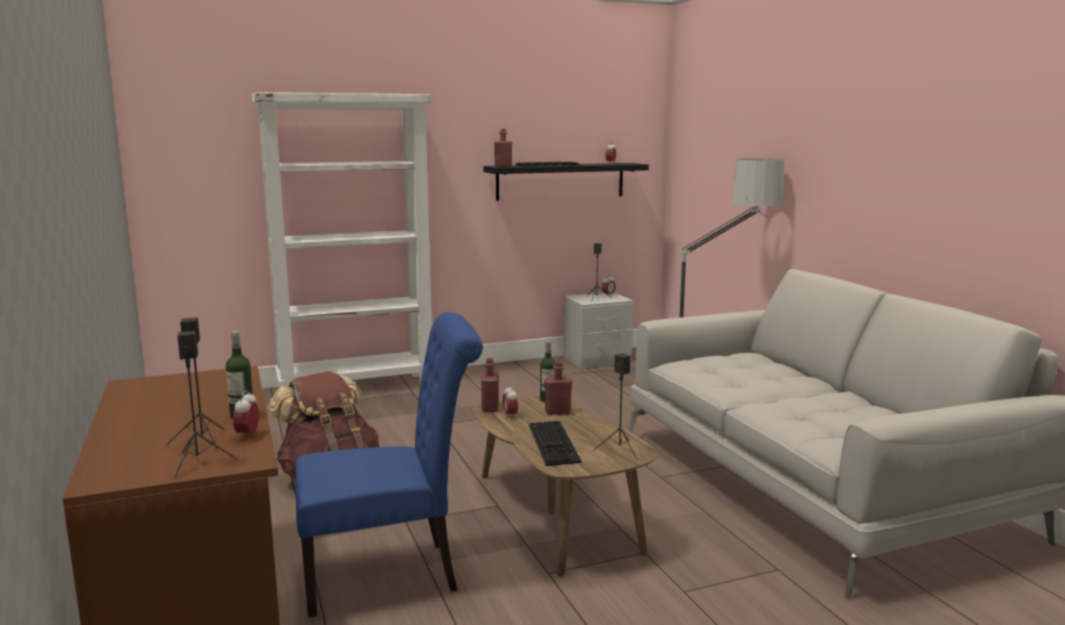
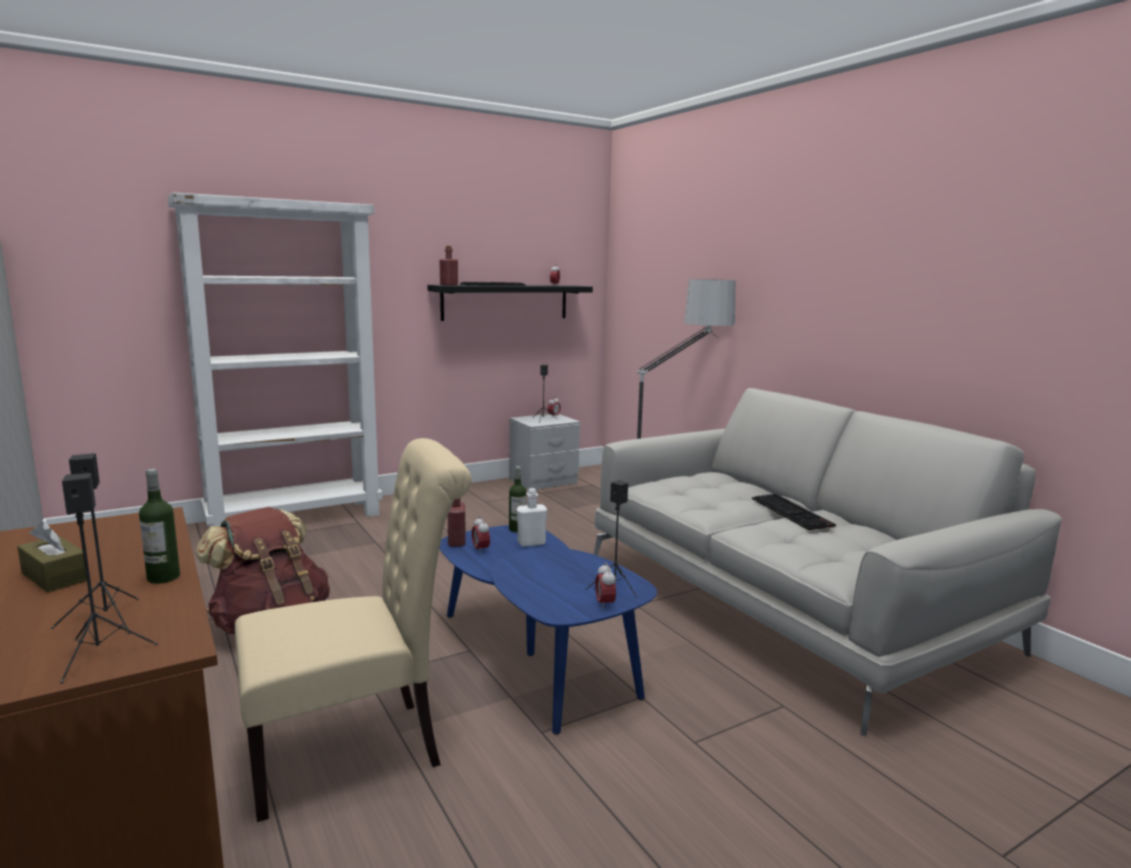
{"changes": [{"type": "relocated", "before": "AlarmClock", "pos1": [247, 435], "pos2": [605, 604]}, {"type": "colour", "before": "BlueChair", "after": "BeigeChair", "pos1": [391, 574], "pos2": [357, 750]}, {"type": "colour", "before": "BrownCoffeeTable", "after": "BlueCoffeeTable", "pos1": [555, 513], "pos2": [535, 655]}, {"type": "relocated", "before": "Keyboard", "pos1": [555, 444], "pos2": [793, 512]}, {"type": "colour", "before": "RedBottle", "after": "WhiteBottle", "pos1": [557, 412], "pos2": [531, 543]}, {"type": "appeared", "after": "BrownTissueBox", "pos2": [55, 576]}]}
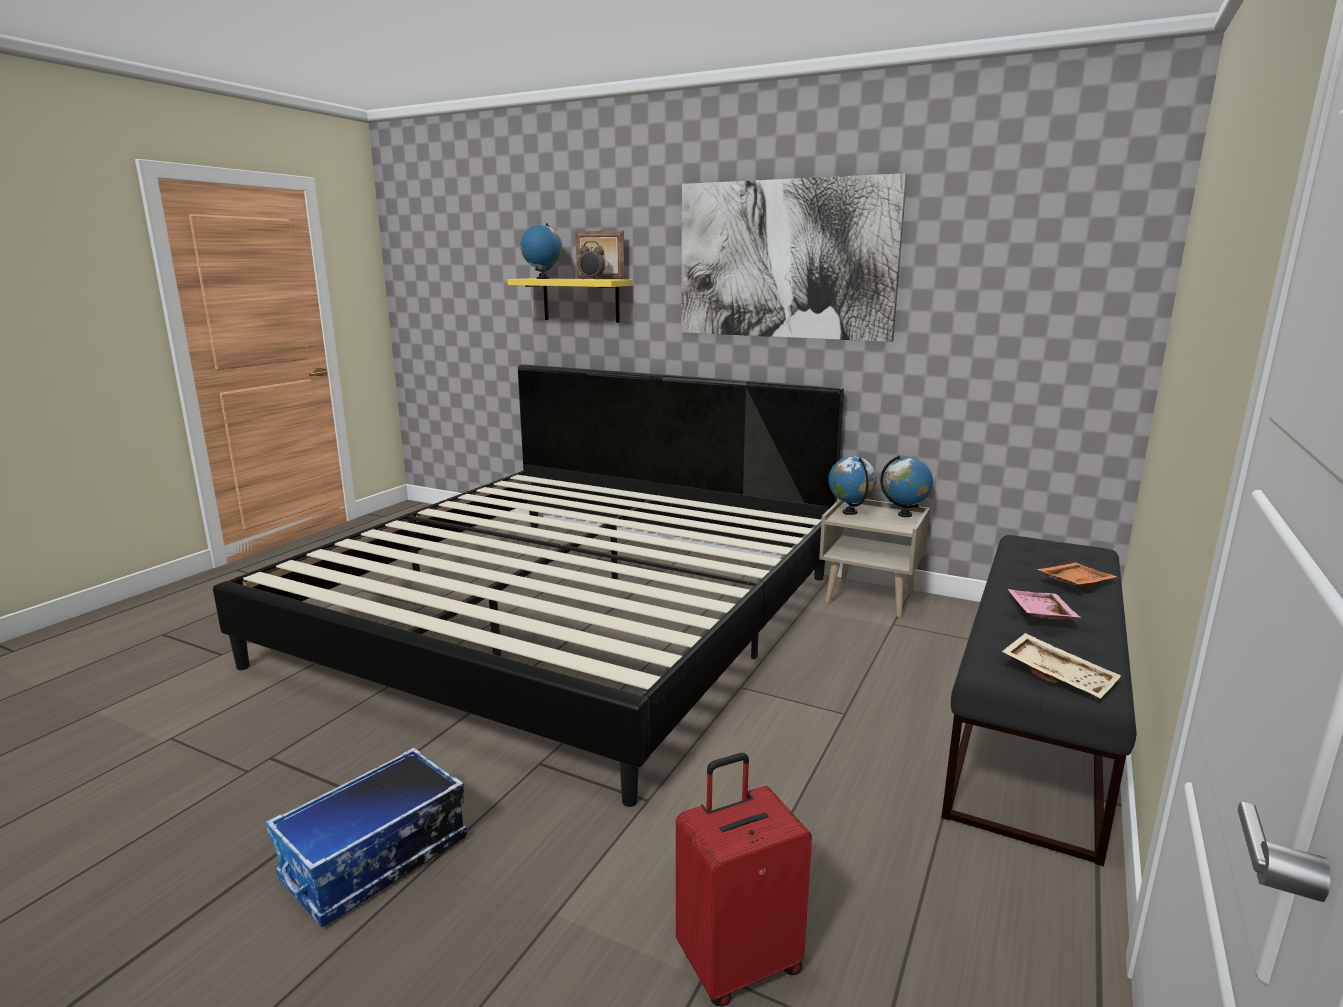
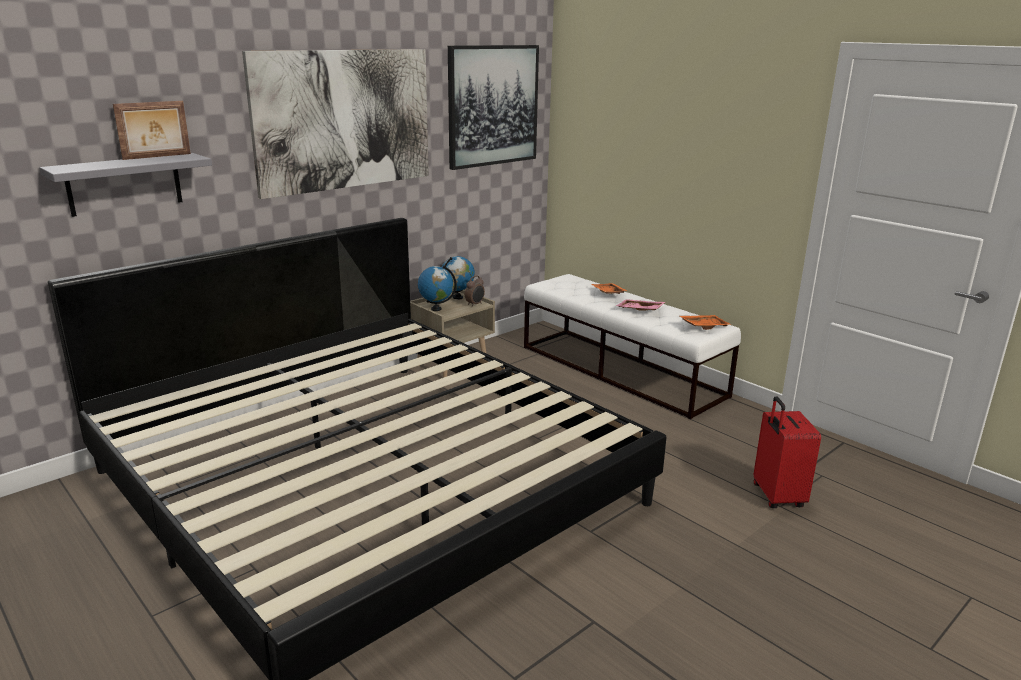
{"changes": [{"type": "missing", "before": "StorageBox", "pos1": [376, 861]}, {"type": "colour", "before": "YellowShelf", "after": "GreyShelf", "pos1": [581, 300], "pos2": [124, 184]}, {"type": "missing", "before": "Globe", "pos1": [542, 278]}, {"type": "relocated", "before": "AlarmClock", "pos1": [592, 279], "pos2": [475, 304]}, {"type": "colour", "before": "BlackBench", "after": "WhiteBench", "pos1": [1033, 720], "pos2": [621, 371]}, {"type": "colour", "before": "BeigeTray", "after": "OrangeTray", "pos1": [1059, 676], "pos2": [703, 326]}, {"type": "appeared", "after": "Picture", "pos2": [493, 106]}]}
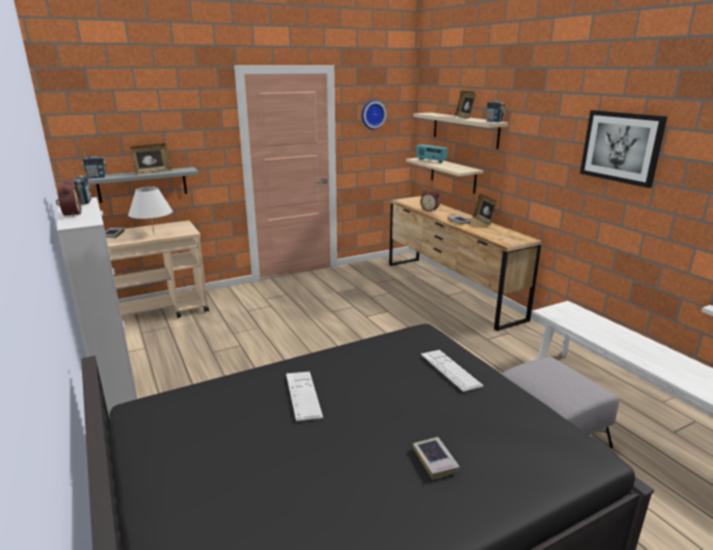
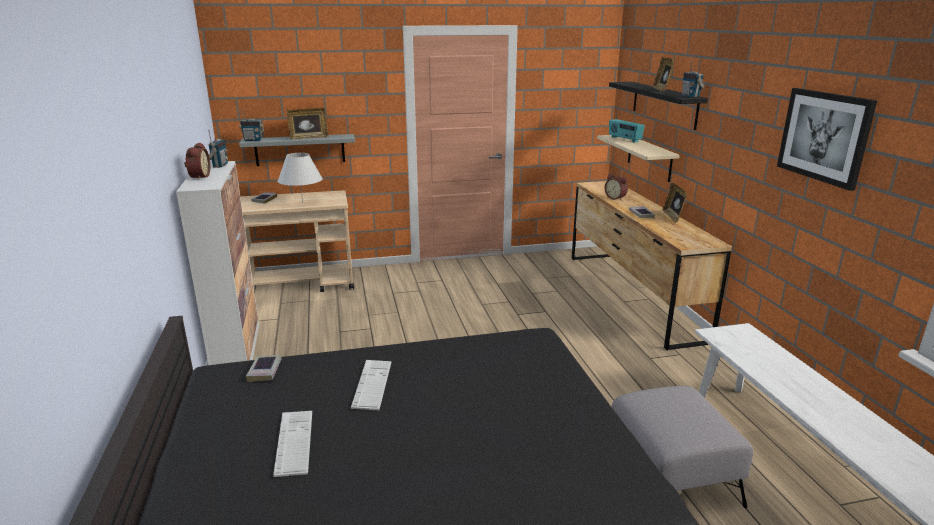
{"changes": [{"type": "missing", "before": "WallClock", "pos1": [372, 114]}, {"type": "relocated", "before": "Book", "pos1": [435, 460], "pos2": [264, 371]}, {"type": "colour", "before": "BeigeShelf", "after": "BlackShelf", "pos1": [464, 129], "pos2": [664, 104]}, {"type": "relocated", "before": "Keyboard", "pos1": [450, 370], "pos2": [294, 442]}]}
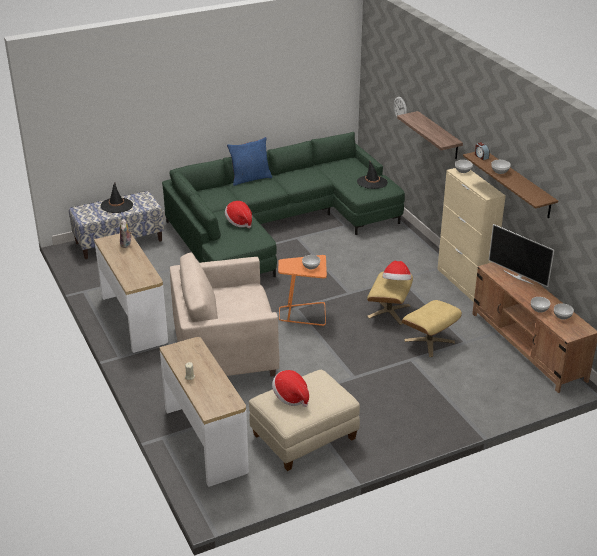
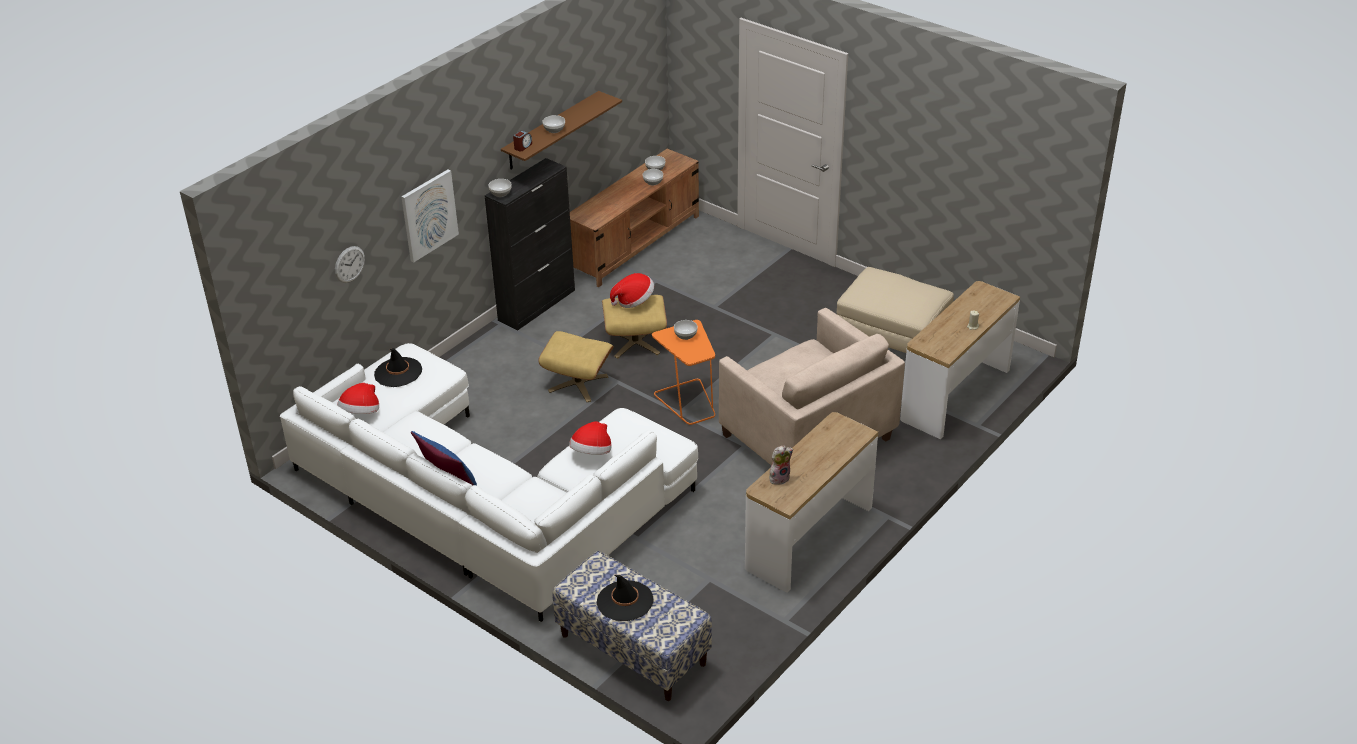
{"changes": [{"type": "colour", "before": "GreenSofa", "after": "WhiteSofa", "pos1": [277, 225], "pos2": [483, 497]}, {"type": "relocated", "before": "Hat", "pos1": [291, 397], "pos2": [361, 413]}, {"type": "exchanged", "before": "Shelf", "after": "Picture", "pos1": [439, 136], "pos2": [429, 215]}, {"type": "relocated", "before": "BeigeOttoman", "pos1": [429, 341], "pos2": [578, 383]}, {"type": "colour", "before": "BeigeCabinet", "after": "BlackCabinet", "pos1": [464, 283], "pos2": [537, 305]}, {"type": "missing", "before": "Television", "pos1": [518, 277]}]}
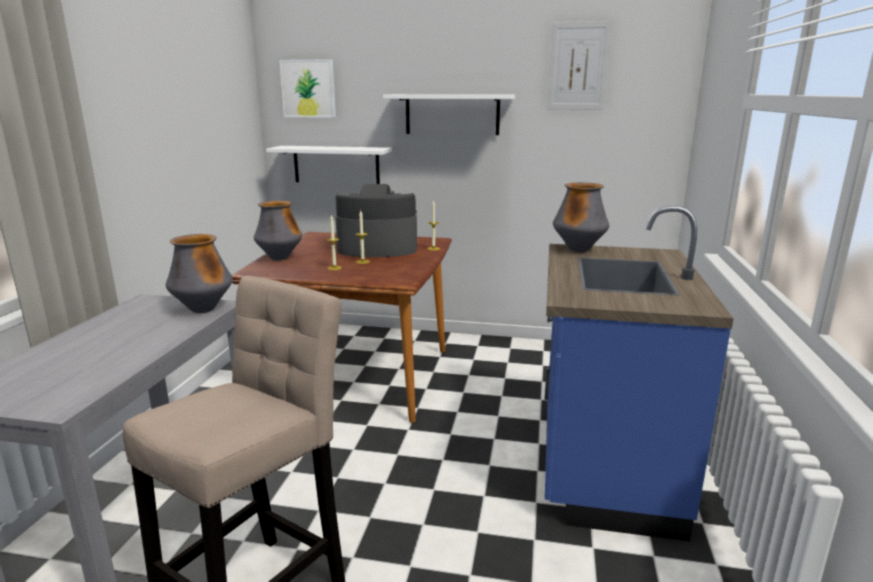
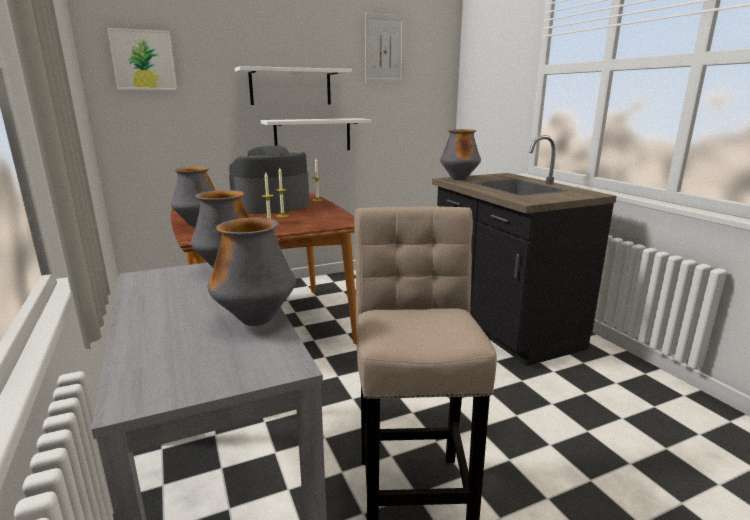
{"changes": [{"type": "relocated", "before": "WhiteShelf", "pos1": [336, 165], "pos2": [312, 135]}, {"type": "colour", "before": "BlueCounter", "after": "BlackCounter", "pos1": [602, 465], "pos2": [501, 327]}, {"type": "appeared", "after": "Vase", "pos2": [256, 320]}]}
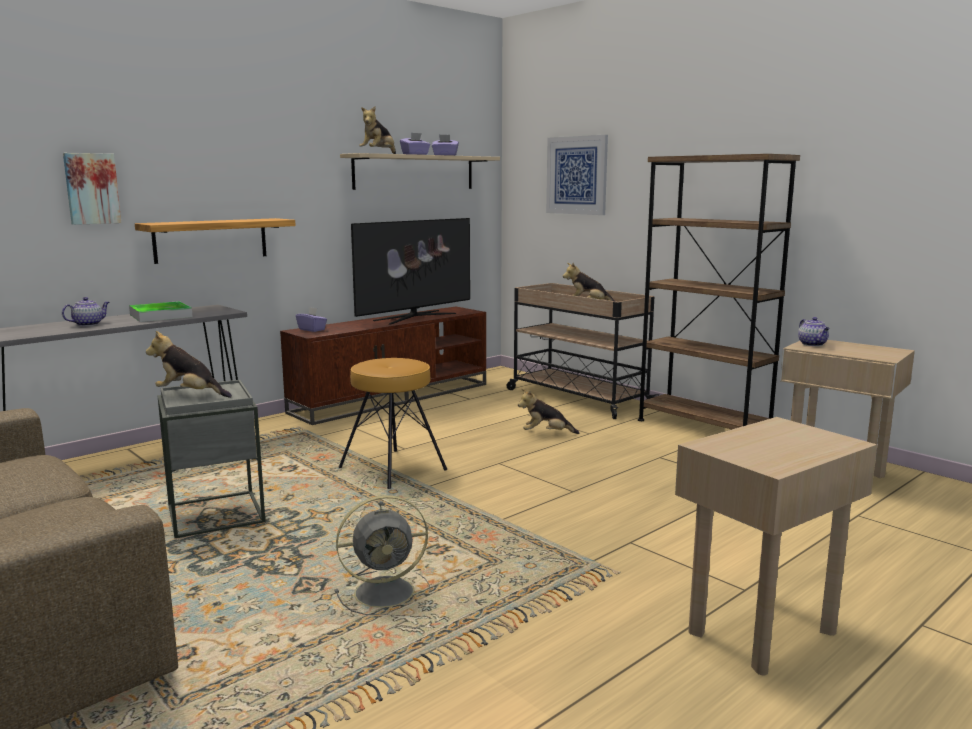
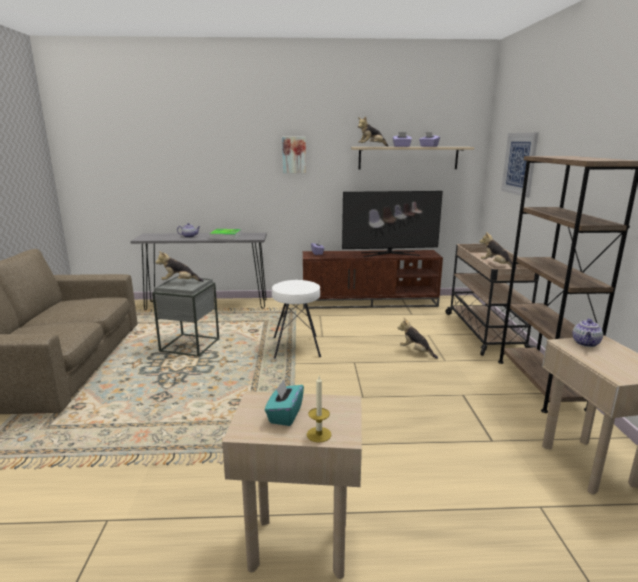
{"changes": [{"type": "relocated", "before": "Picture", "pos1": [91, 188], "pos2": [294, 155]}, {"type": "missing", "before": "Shelf", "pos1": [211, 240]}, {"type": "spun", "before": "PlushToy", "pos1": [190, 394], "pos2": [179, 282], "turn": -60}, {"type": "missing", "before": "GreyFan", "pos1": [387, 592]}, {"type": "colour", "before": "BrownStool", "after": "WhiteStool", "pos1": [393, 468], "pos2": [296, 346]}, {"type": "appeared", "after": "TurquoiseTissueBox", "pos2": [285, 415]}, {"type": "appeared", "after": "Candle", "pos2": [319, 434]}]}
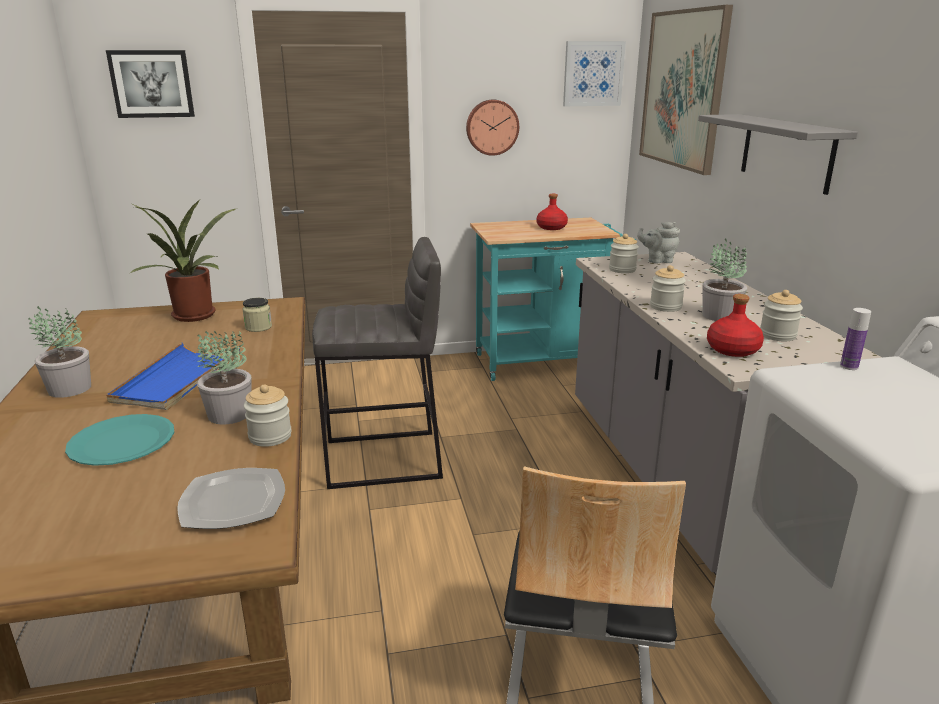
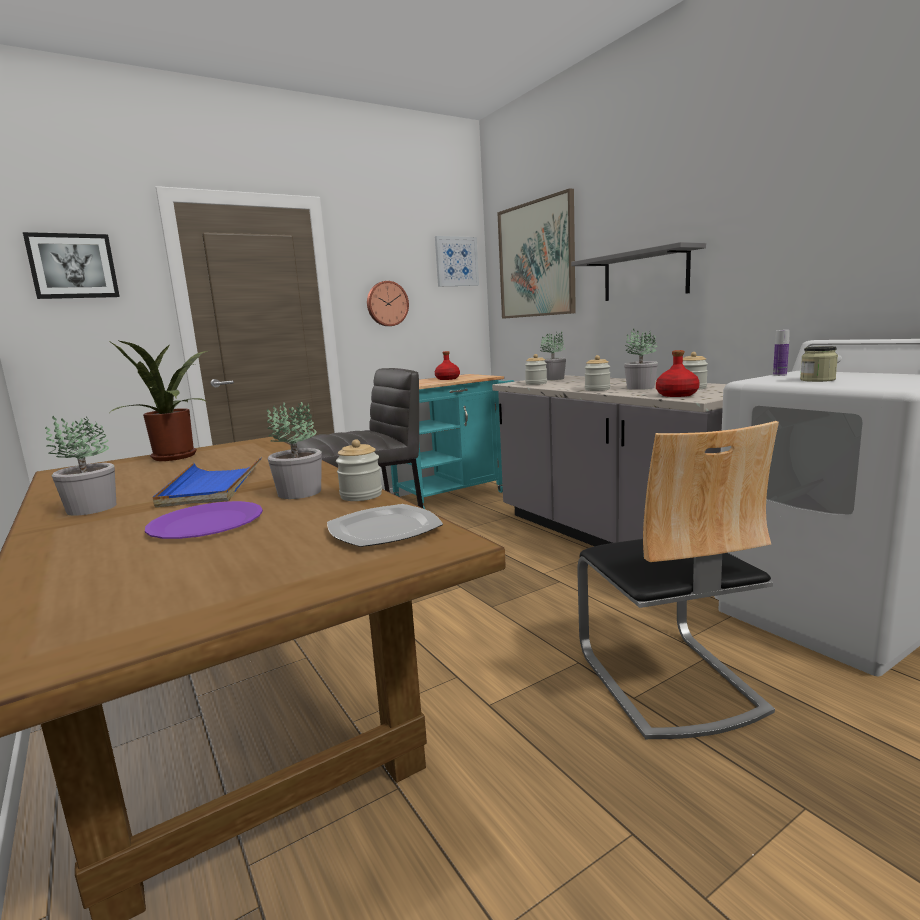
{"changes": [{"type": "colour", "before": "TurquoisePlate", "after": "PurplePlate", "pos1": [122, 442], "pos2": [206, 523]}, {"type": "relocated", "before": "Jar", "pos1": [258, 327], "pos2": [817, 380]}, {"type": "exchanged", "before": "GreyTeapot", "after": "PottedPlant", "pos1": [658, 260], "pos2": [553, 379]}]}
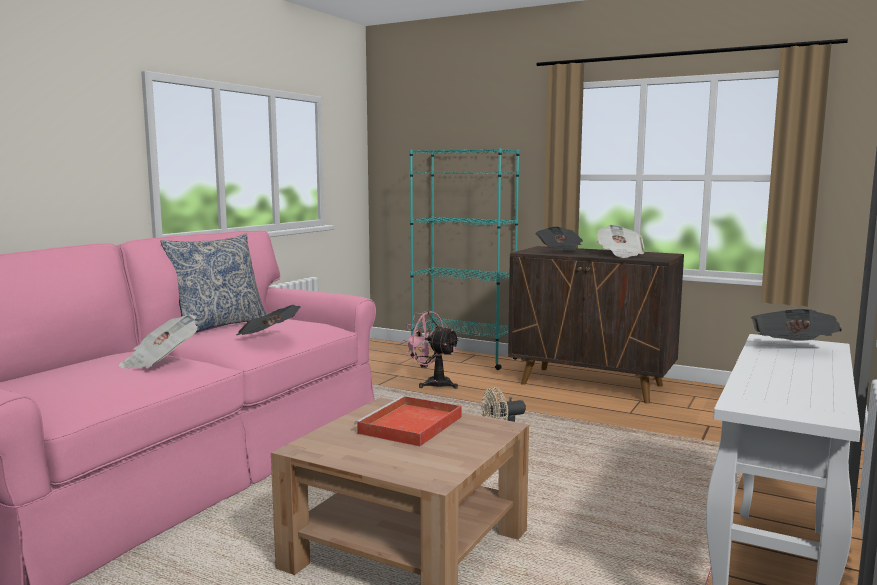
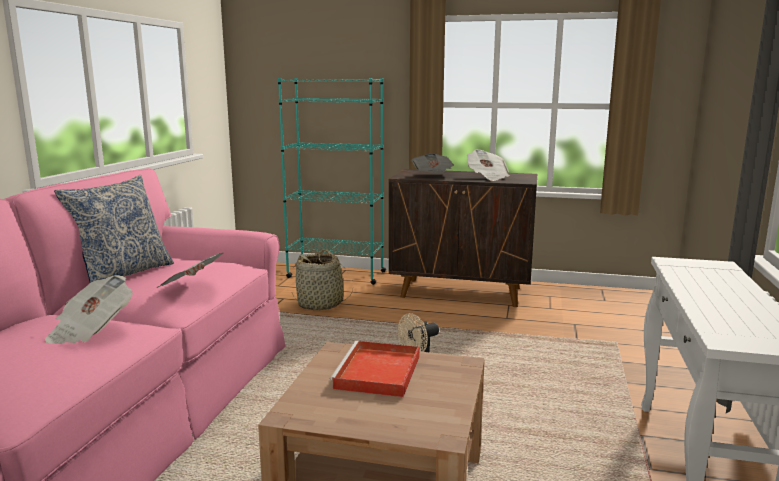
{"changes": [{"type": "exchanged", "before": "PinkFan", "after": "Basket", "pos1": [432, 383], "pos2": [320, 304]}, {"type": "missing", "before": "Newspaper", "pos1": [793, 348]}]}
